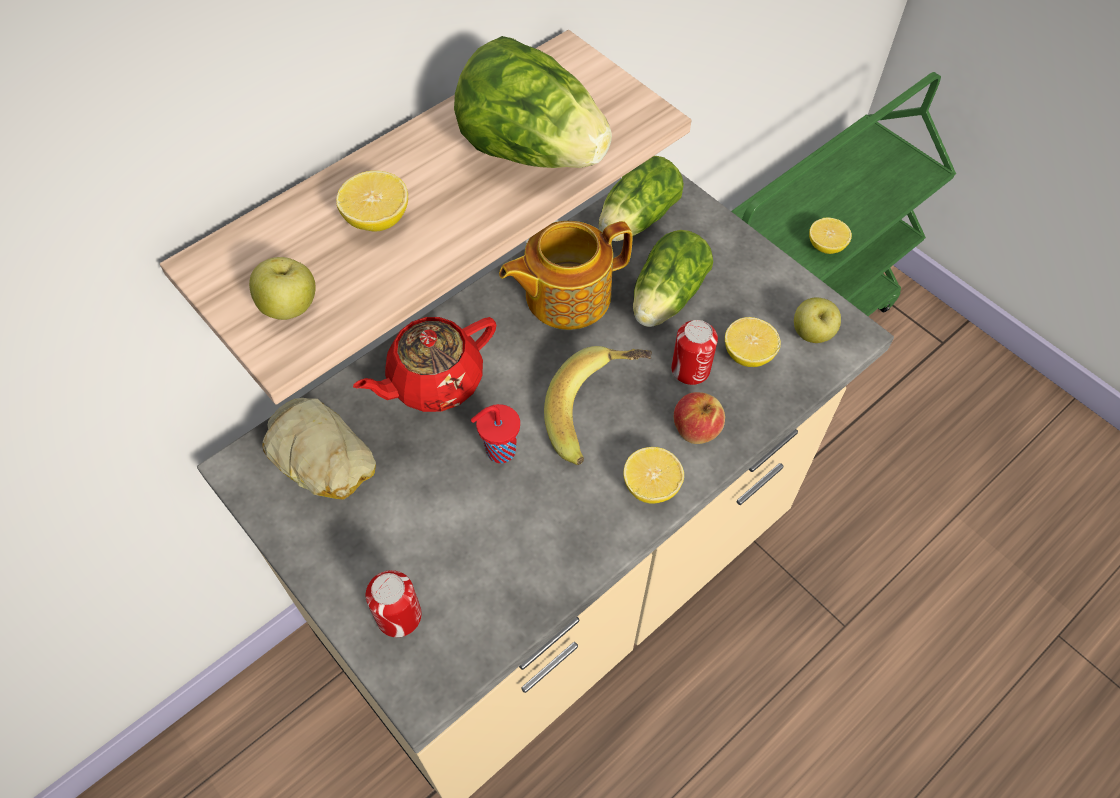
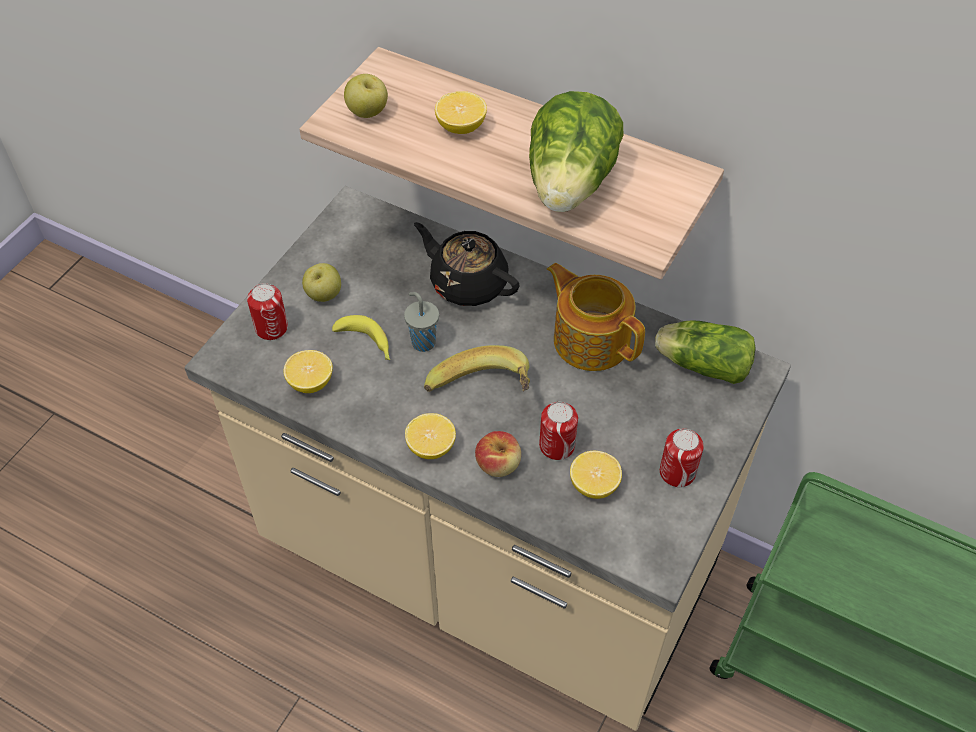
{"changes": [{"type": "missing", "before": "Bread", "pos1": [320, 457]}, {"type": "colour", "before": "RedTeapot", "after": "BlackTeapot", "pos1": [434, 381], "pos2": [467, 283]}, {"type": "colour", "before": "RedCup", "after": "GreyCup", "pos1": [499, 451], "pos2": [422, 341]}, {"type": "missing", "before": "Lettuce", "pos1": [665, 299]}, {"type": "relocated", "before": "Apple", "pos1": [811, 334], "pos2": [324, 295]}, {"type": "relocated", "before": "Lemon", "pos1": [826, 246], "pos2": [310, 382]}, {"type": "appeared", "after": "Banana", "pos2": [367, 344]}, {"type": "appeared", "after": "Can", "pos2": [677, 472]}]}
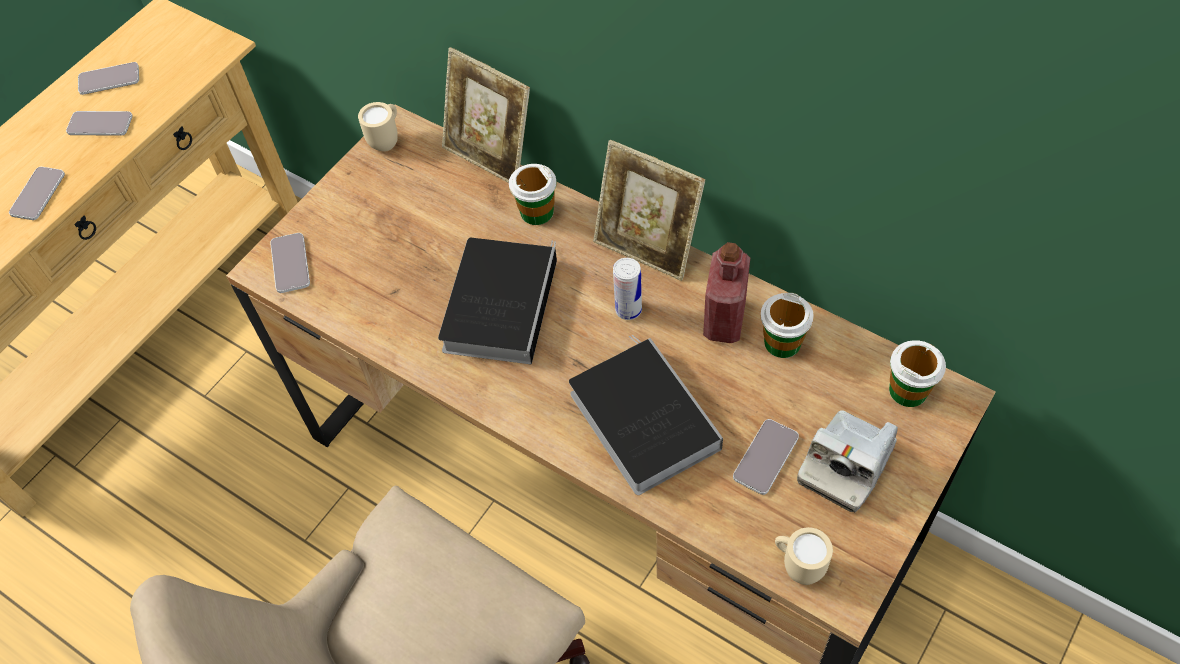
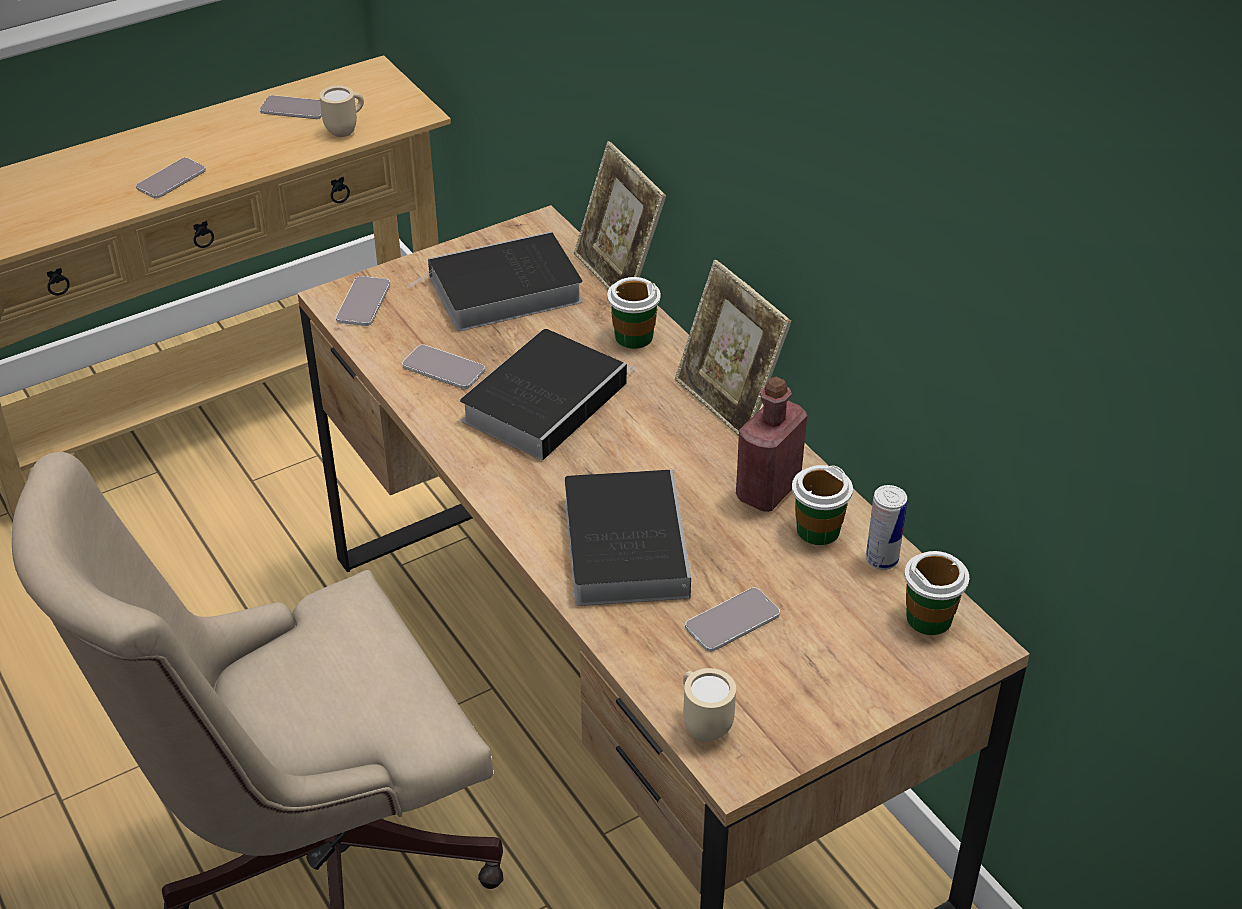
{"changes": [{"type": "relocated", "before": "Phone", "pos1": [100, 124], "pos2": [443, 368]}, {"type": "relocated", "before": "BeigeMug", "pos1": [387, 141], "pos2": [346, 130]}, {"type": "relocated", "before": "Can", "pos1": [628, 310], "pos2": [881, 560]}, {"type": "missing", "before": "PhotoCamera", "pos1": [845, 465]}, {"type": "appeared", "after": "Book", "pos2": [501, 291]}]}
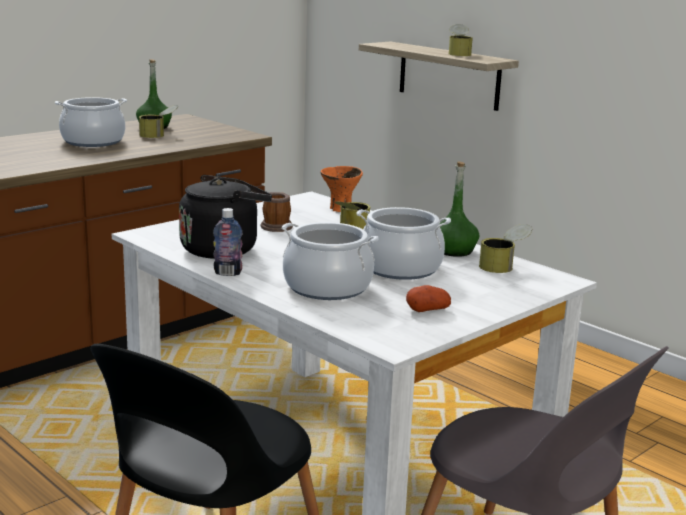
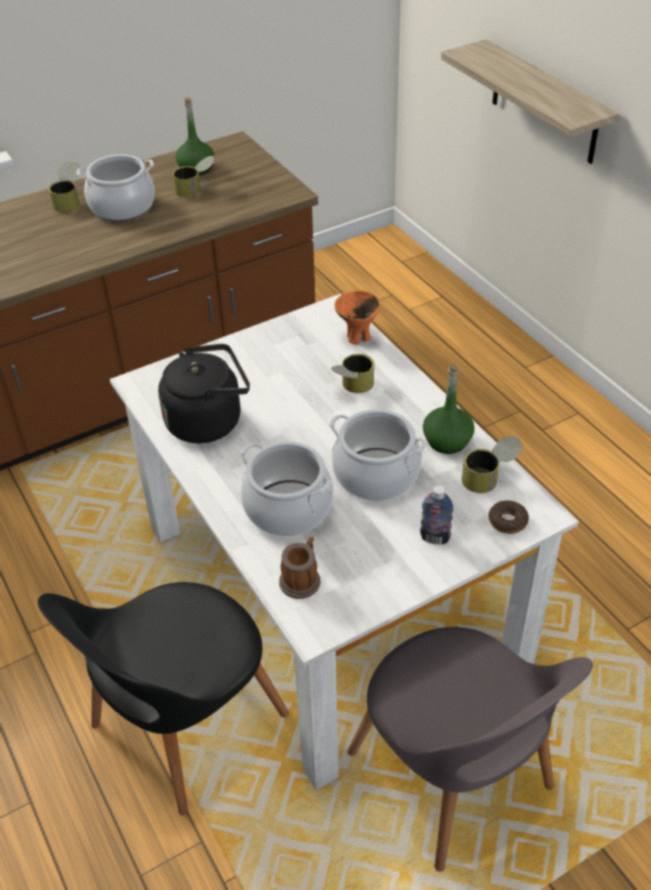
{"changes": [{"type": "relocated", "before": "Bottle", "pos1": [228, 273], "pos2": [435, 538]}, {"type": "relocated", "before": "Mug", "pos1": [277, 226], "pos2": [302, 578]}, {"type": "missing", "before": "Potato", "pos1": [428, 310]}, {"type": "relocated", "before": "Can", "pos1": [459, 53], "pos2": [69, 201]}, {"type": "appeared", "after": "Donut", "pos2": [507, 521]}]}
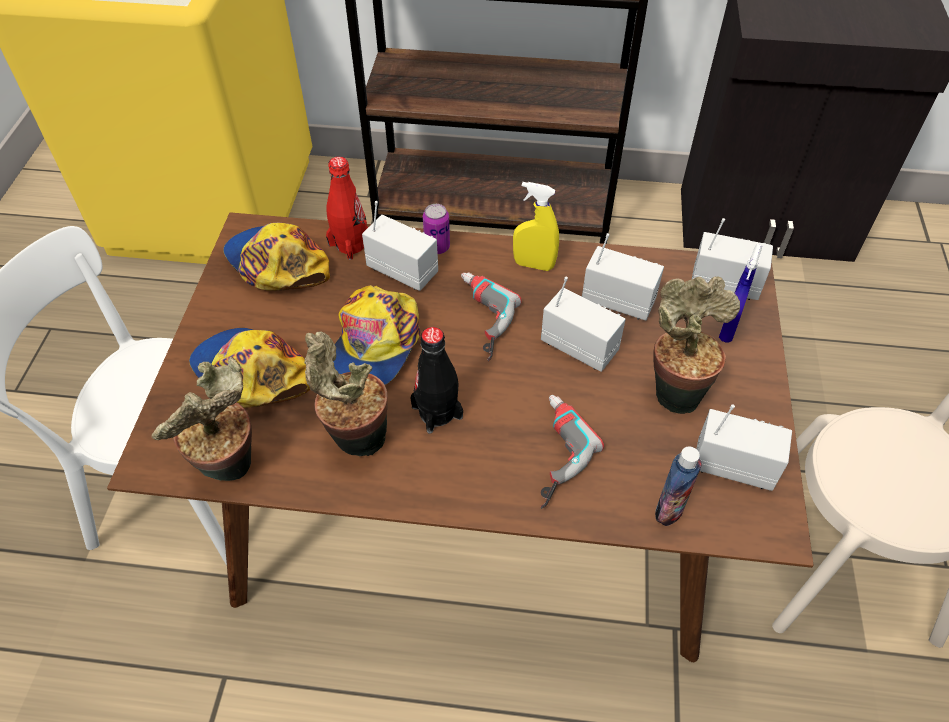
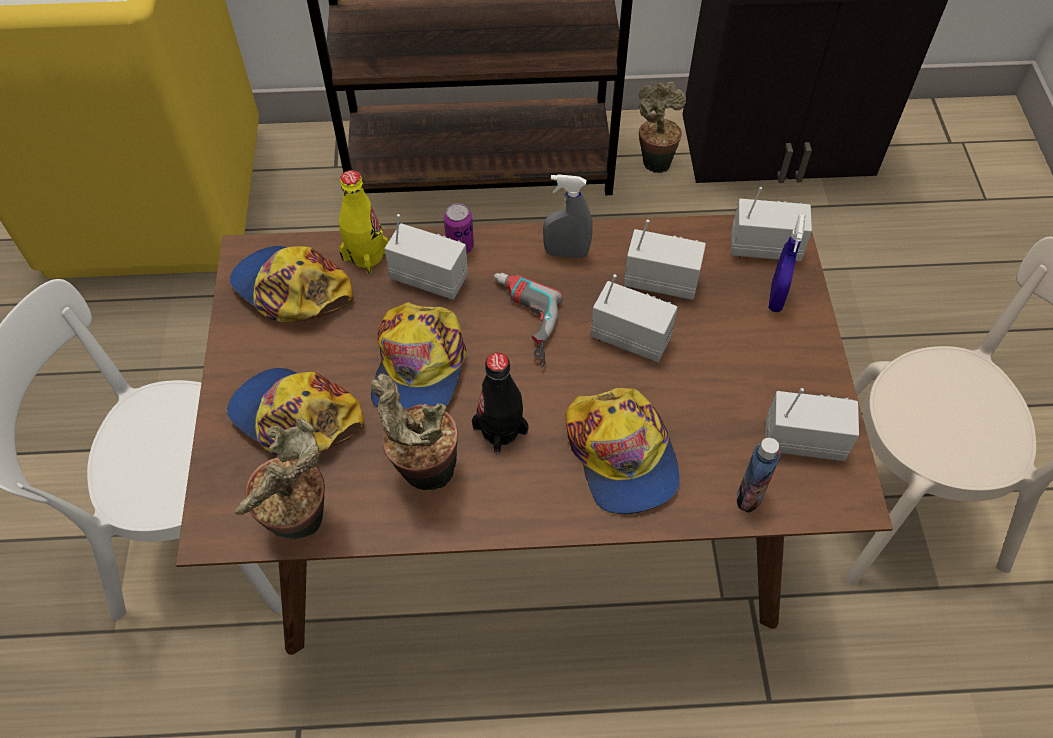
{"changes": [{"type": "colour", "before": "RedBottle", "after": "YellowBottle", "pos1": [351, 243], "pos2": [366, 255]}, {"type": "colour", "before": "YellowSprayBottle", "after": "GreySprayBottle", "pos1": [533, 265], "pos2": [566, 253]}, {"type": "exchanged", "before": "PowerDrill", "after": "Cap", "pos1": [548, 452], "pos2": [621, 456]}, {"type": "relocated", "before": "PottedPlant", "pos1": [675, 390], "pos2": [654, 160]}]}
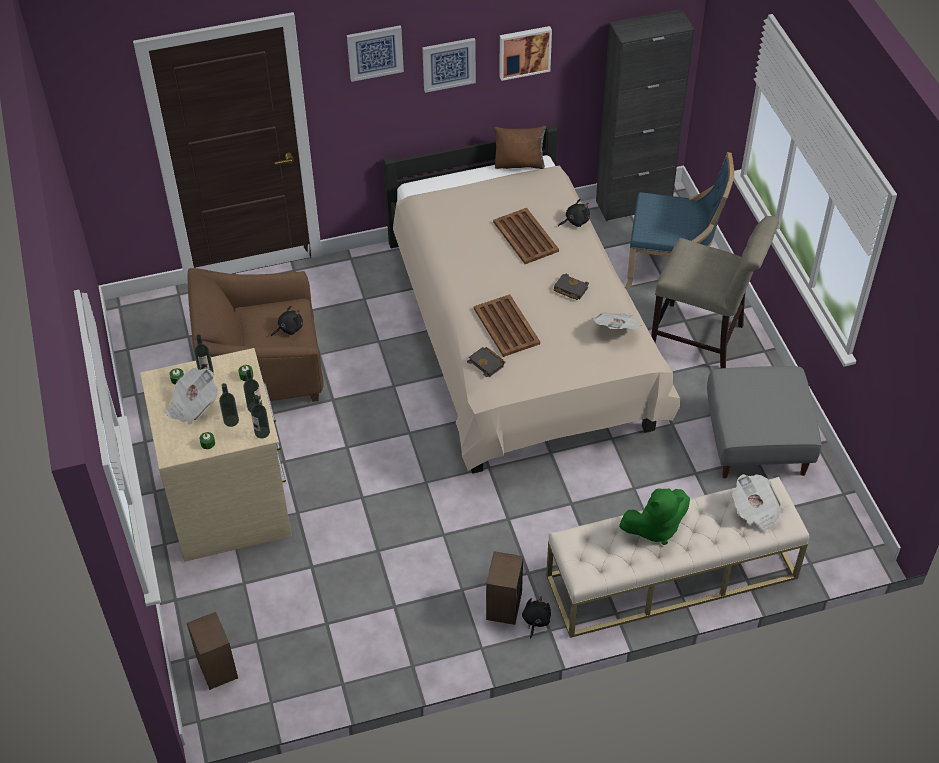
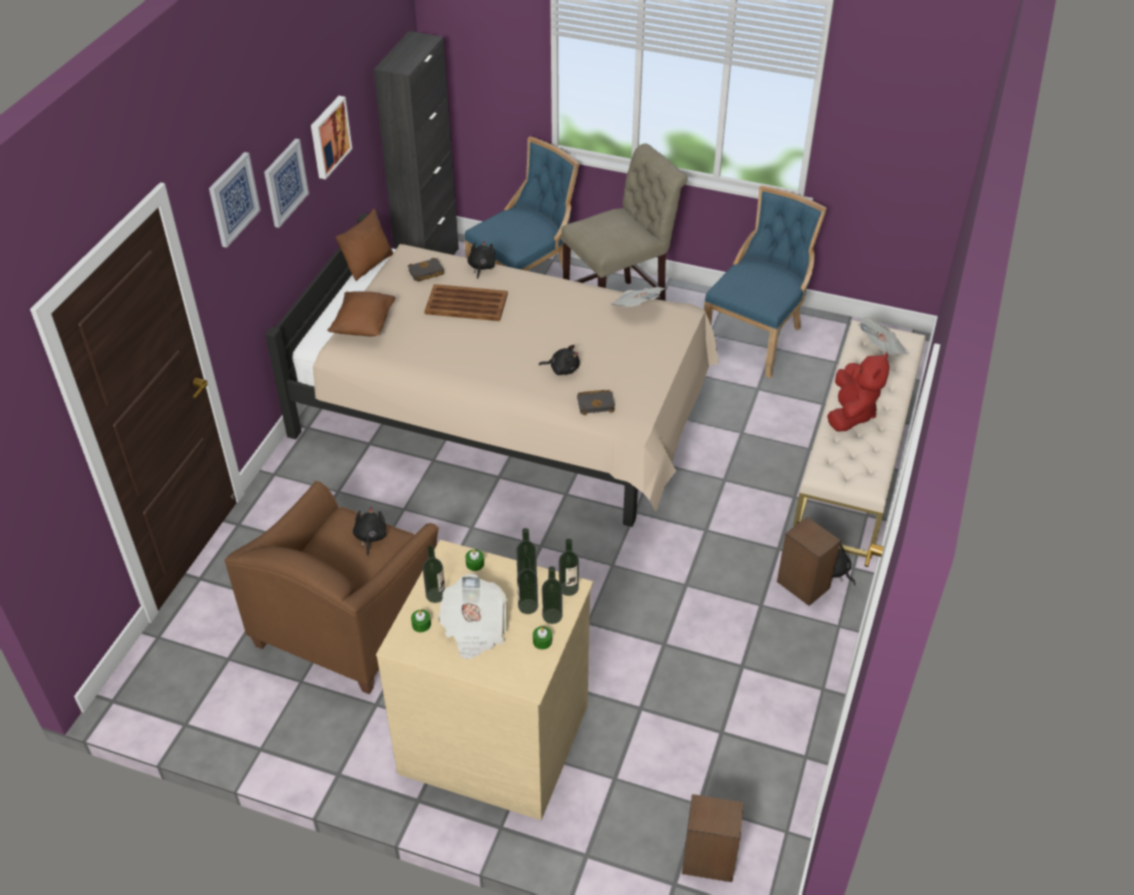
{"changes": [{"type": "exchanged", "before": "BrownTray", "after": "BlackPlushToy", "pos1": [506, 325], "pos2": [562, 369]}, {"type": "relocated", "before": "BlackBook", "pos1": [569, 289], "pos2": [425, 273]}, {"type": "colour", "before": "GreenPlushToy", "after": "RedPlushToy", "pos1": [655, 527], "pos2": [851, 413]}, {"type": "exchanged", "before": "GreyOttoman", "after": "BlueChair", "pos1": [757, 441], "pos2": [756, 338]}, {"type": "appeared", "after": "BrownPillow", "pos2": [364, 325]}, {"type": "appeared", "after": "Bottle", "pos2": [552, 616]}]}
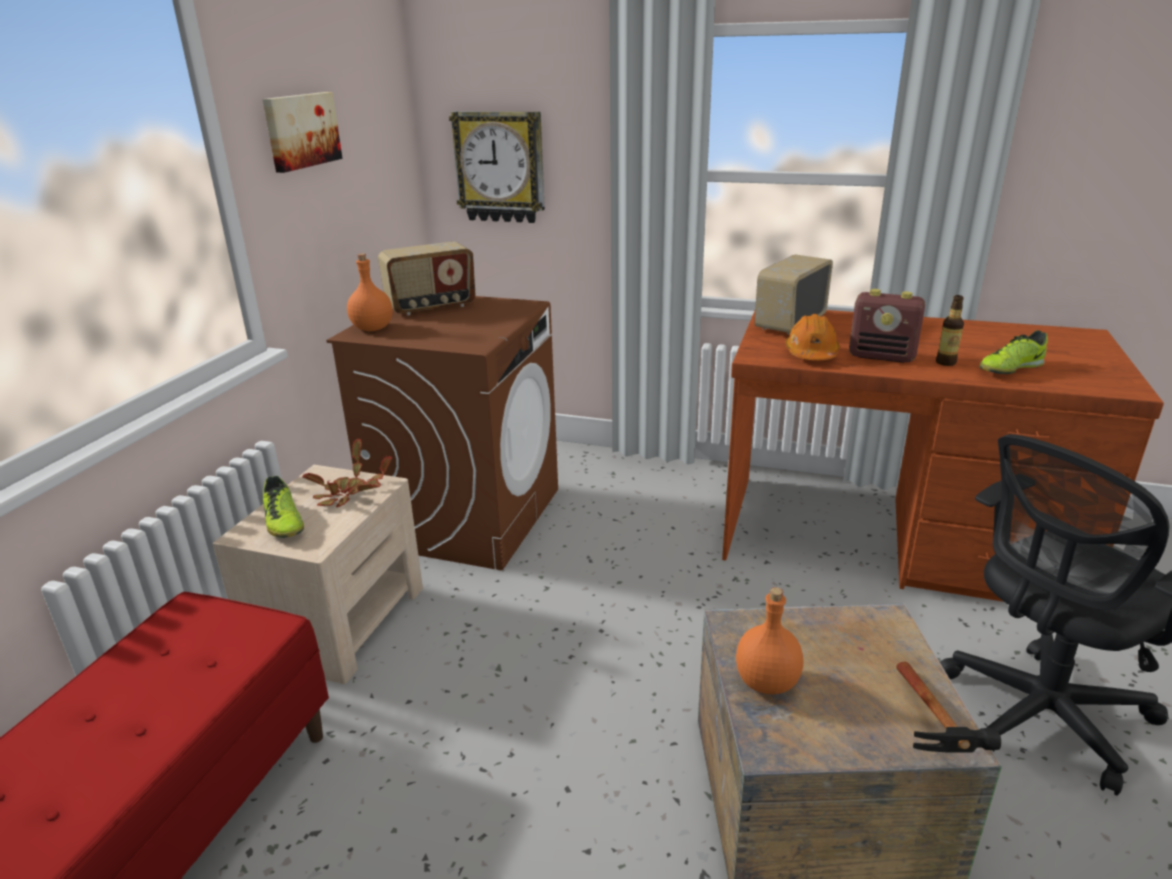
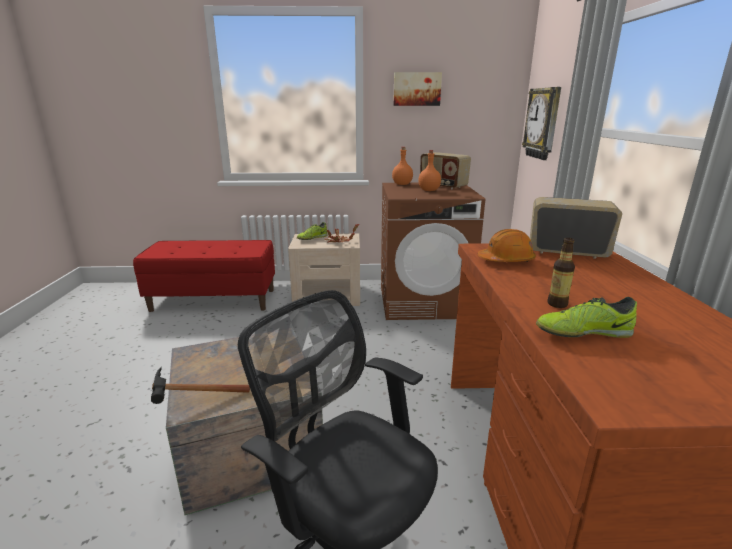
{"changes": [{"type": "relocated", "before": "OrangeBottle", "pos1": [766, 683], "pos2": [428, 190]}, {"type": "missing", "before": "Radio", "pos1": [882, 357]}, {"type": "spun", "before": "Shoe", "pos1": [1010, 369], "pos2": [583, 333], "turn": -45}]}
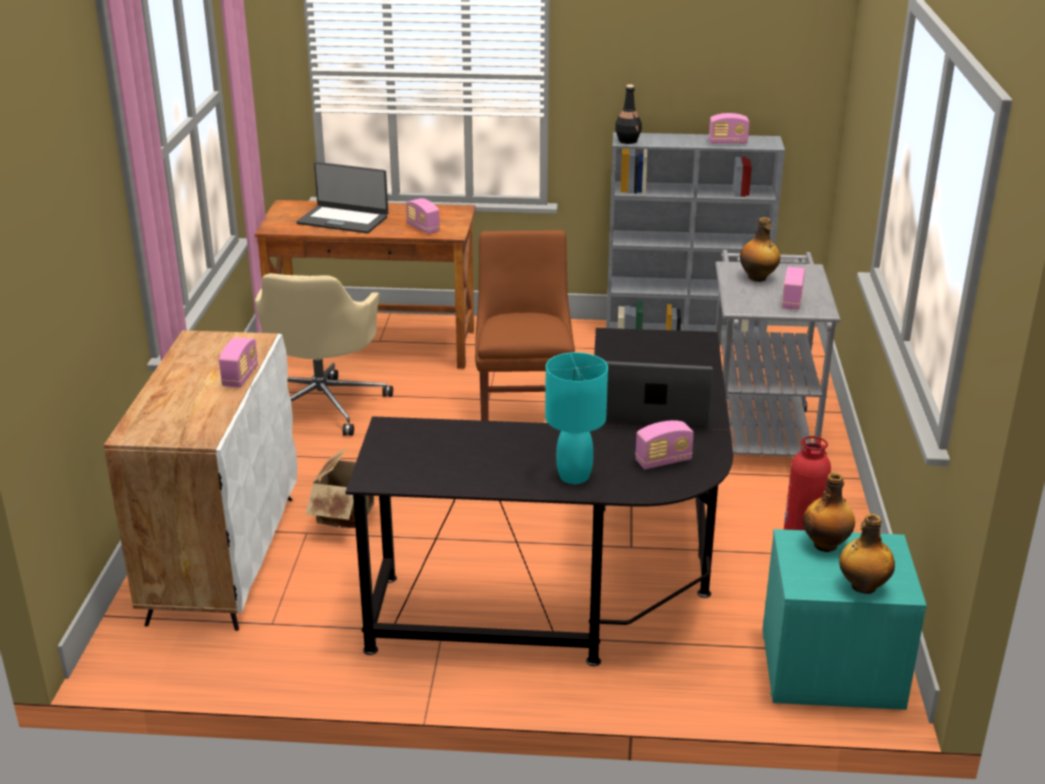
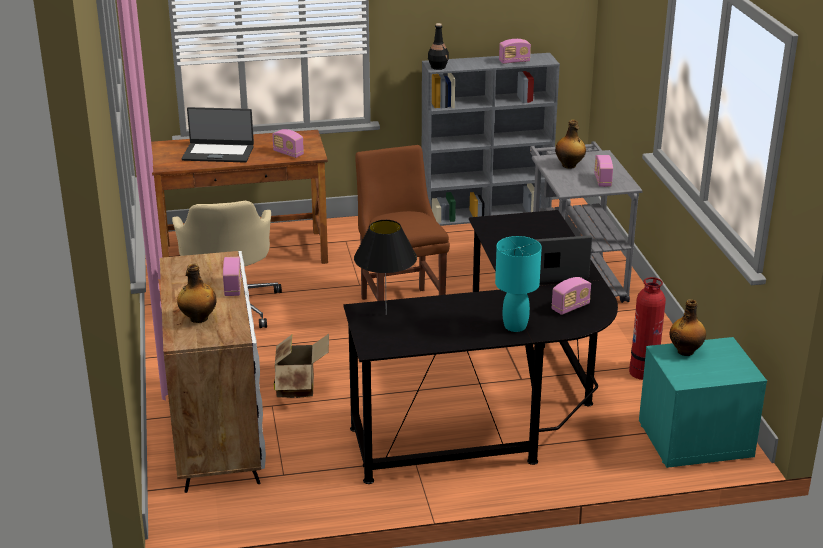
{"changes": [{"type": "relocated", "before": "Bottle", "pos1": [862, 586], "pos2": [198, 318]}, {"type": "appeared", "after": "BlackTableLamp", "pos2": [385, 314]}]}
